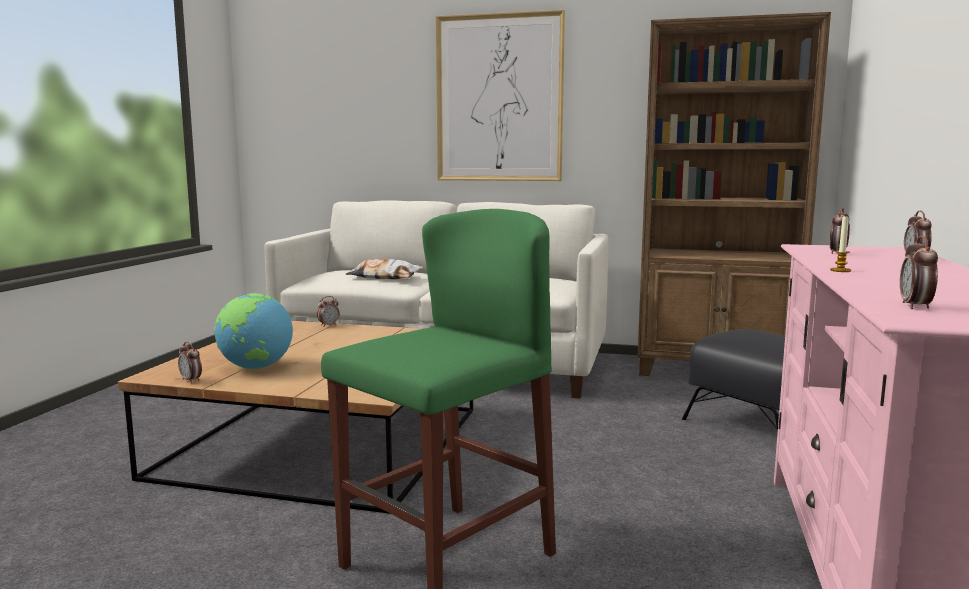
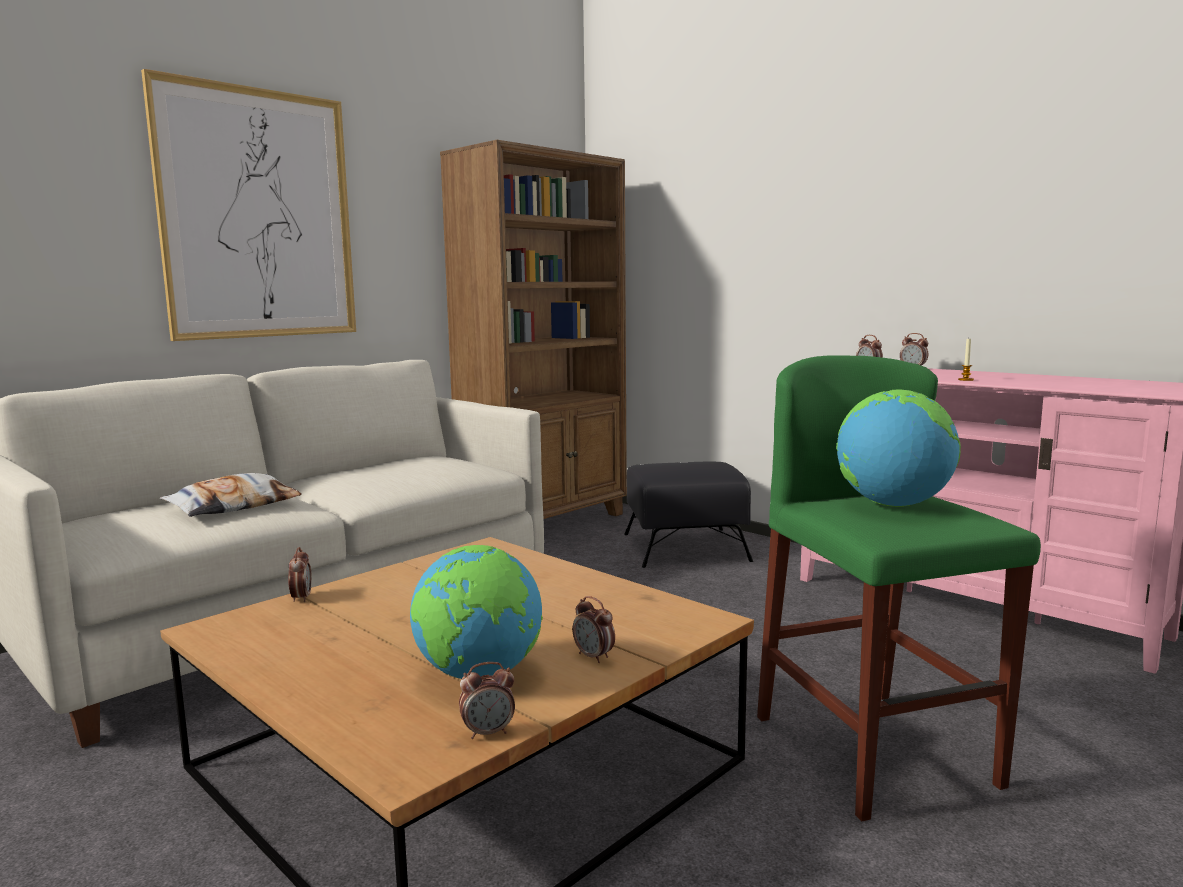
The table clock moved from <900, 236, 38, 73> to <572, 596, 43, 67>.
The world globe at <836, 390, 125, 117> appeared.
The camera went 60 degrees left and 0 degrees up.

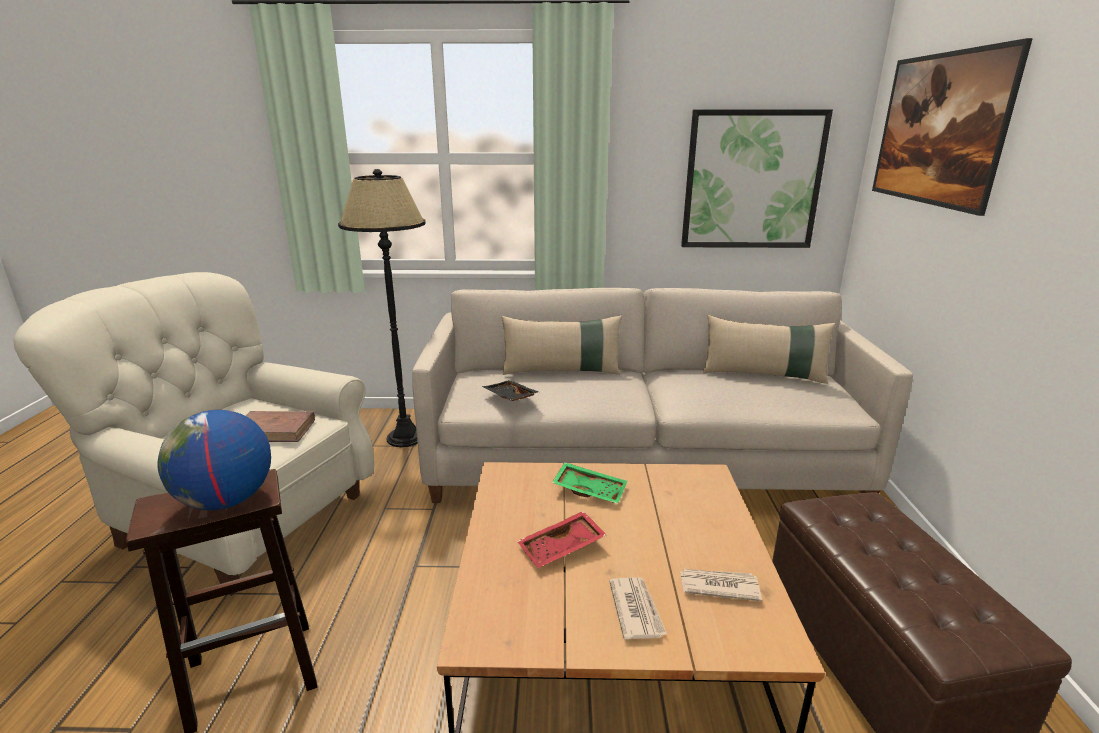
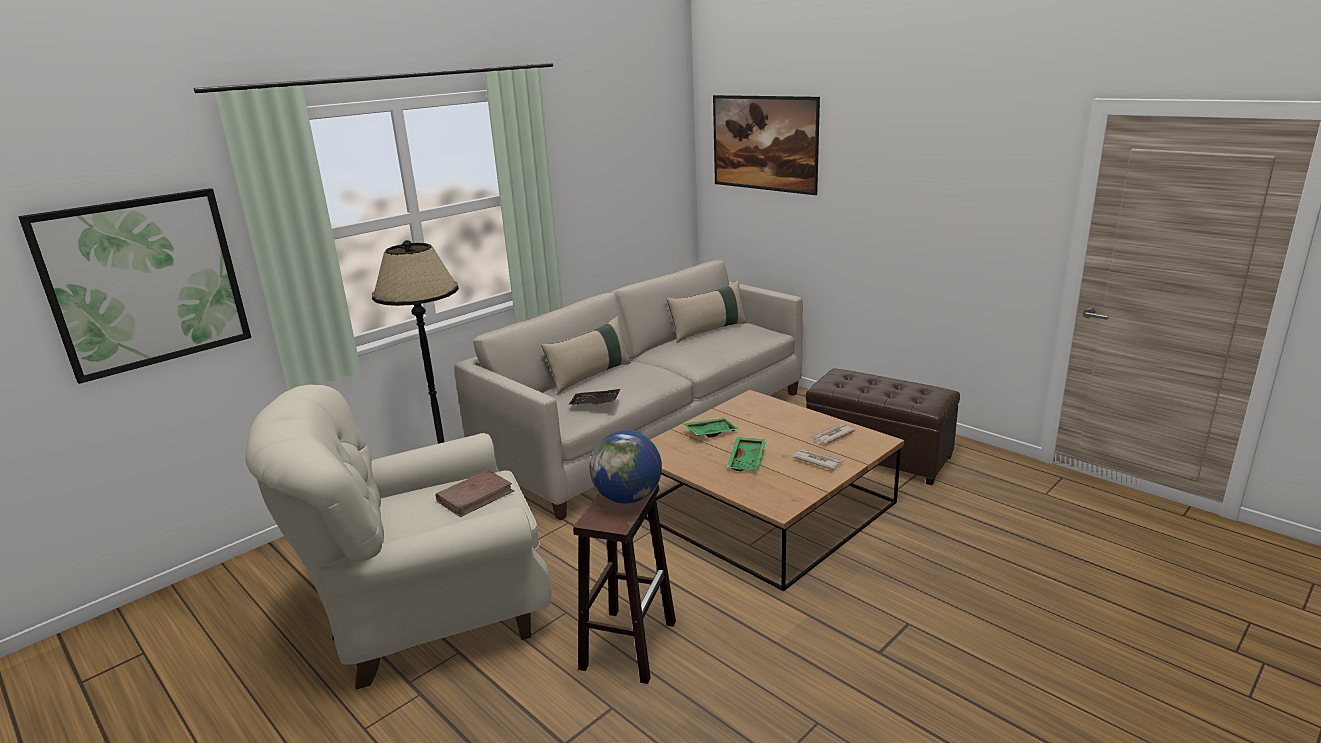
The picture moved from <681, 109, 152, 139> to <18, 188, 233, 196>.
The tray (reddish) at <517, 511, 90, 57> became the tray (green) at <727, 438, 39, 33>.
The camera went 45 degrees left and 0 degrees up.

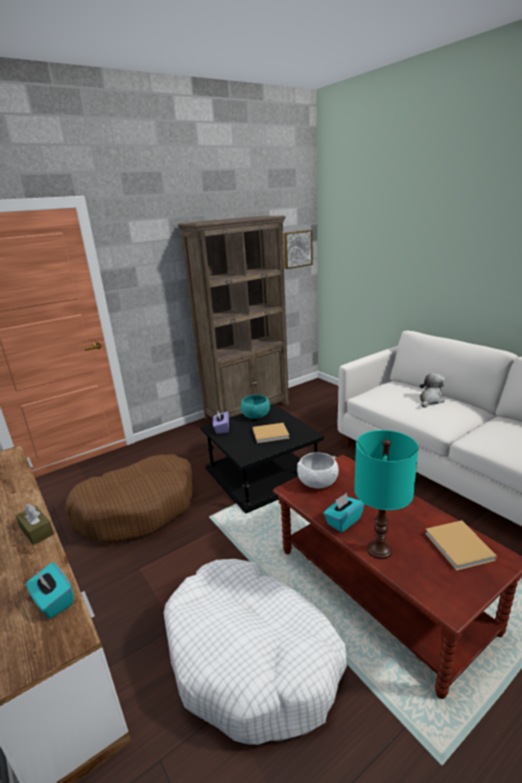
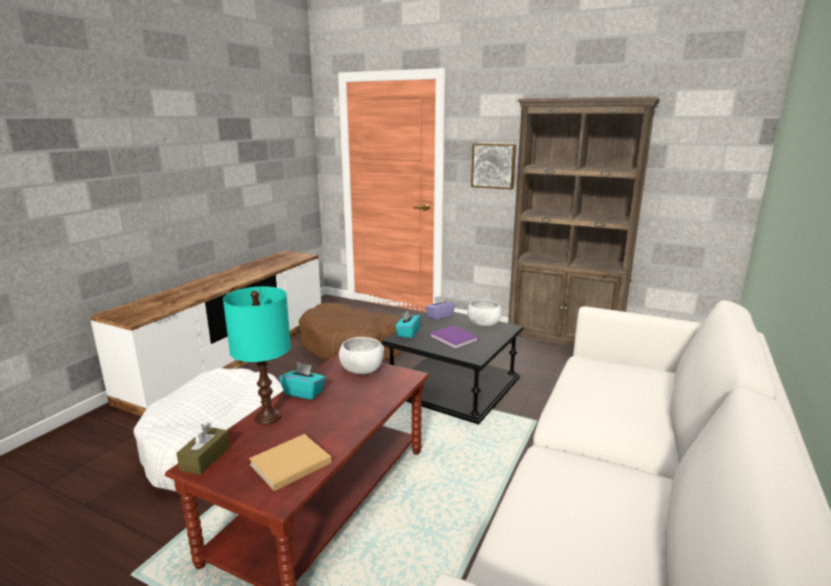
The tissue box (brown-coloured) moved from <15, 504, 39, 41> to <176, 422, 54, 53>.
The tissue box (turquoise-coloured) moved from <26, 562, 47, 57> to <395, 310, 26, 28>.
The book (sand-coloured) at <253, 423, 37, 20> became the book (purple) at <430, 325, 49, 24>.
The bowl (turquoise-coloured) at <241, 395, 29, 24> became the bowl (whitish) at <467, 299, 35, 28>.
The picture moved from <283, 230, 30, 39> to <471, 143, 45, 46>.
The plush toy at <420, 373, 25, 35> disappeared.
The camera went 60 degrees right and 5 degrees down.

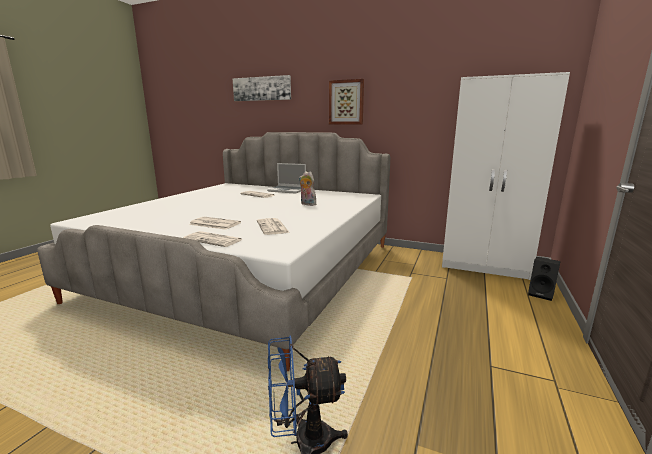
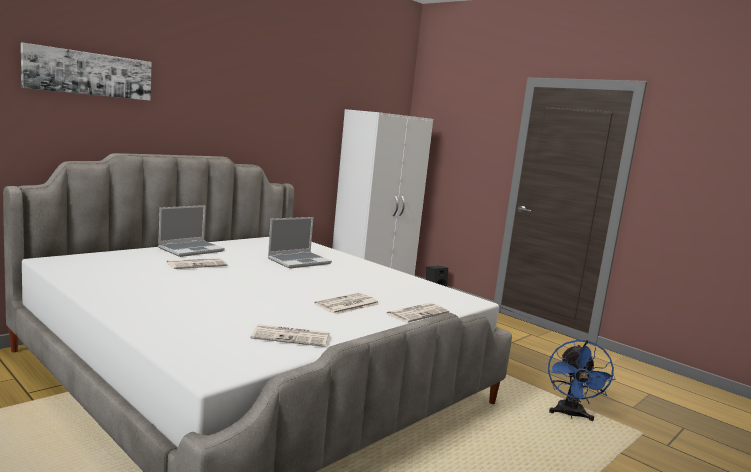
The newspaper moved from <257, 218, 33, 17> to <251, 324, 79, 23>.
The plush toy at <299, 171, 17, 35> was replaced by the laptop at <268, 217, 64, 52>.
The picture at <329, 79, 35, 45> disappeared.
The camera went 70 degrees left and 5 degrees down.

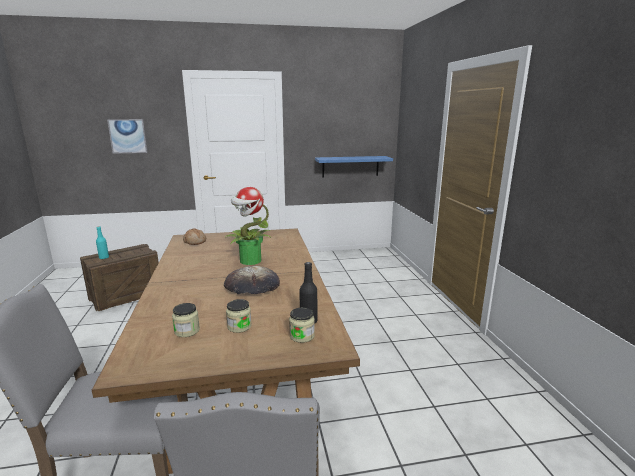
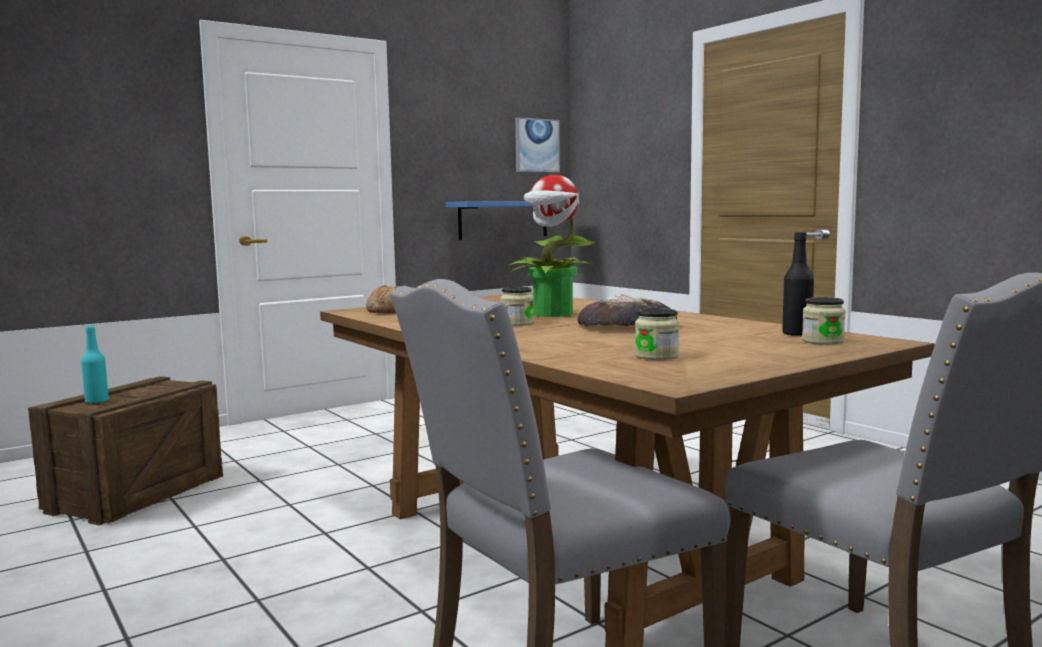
The jar moved from <226, 299, 26, 34> to <500, 287, 34, 39>.
The picture moved from <107, 119, 41, 35> to <515, 117, 45, 56>.
The camera went 25 degrees left and 10 degrees down.

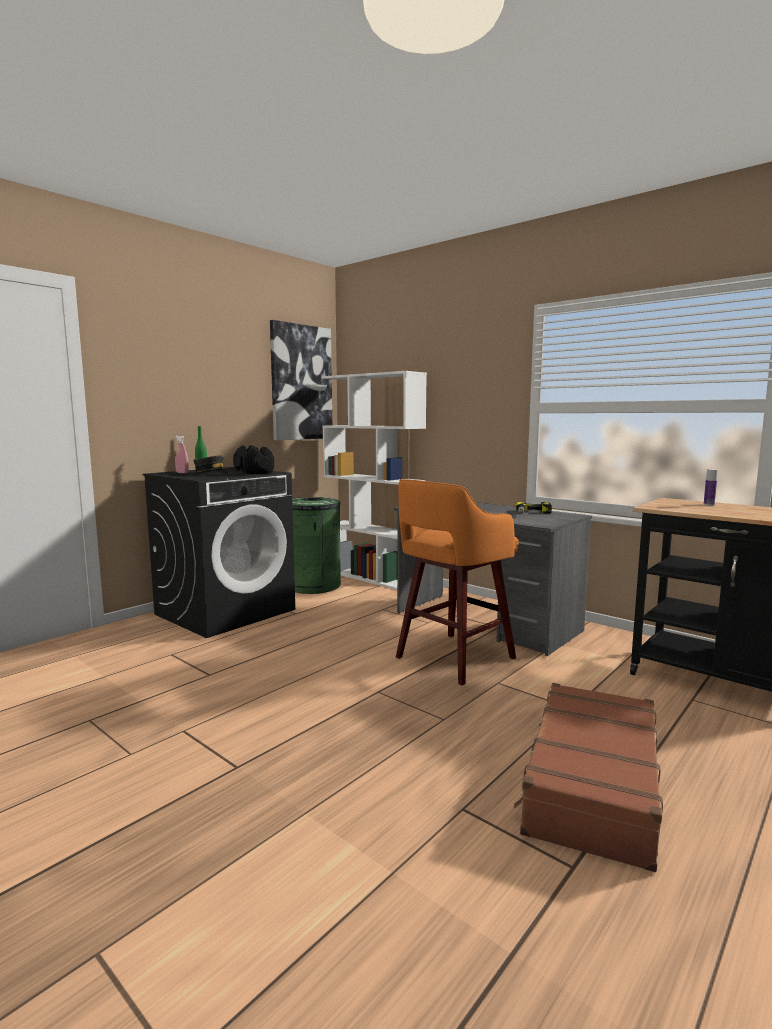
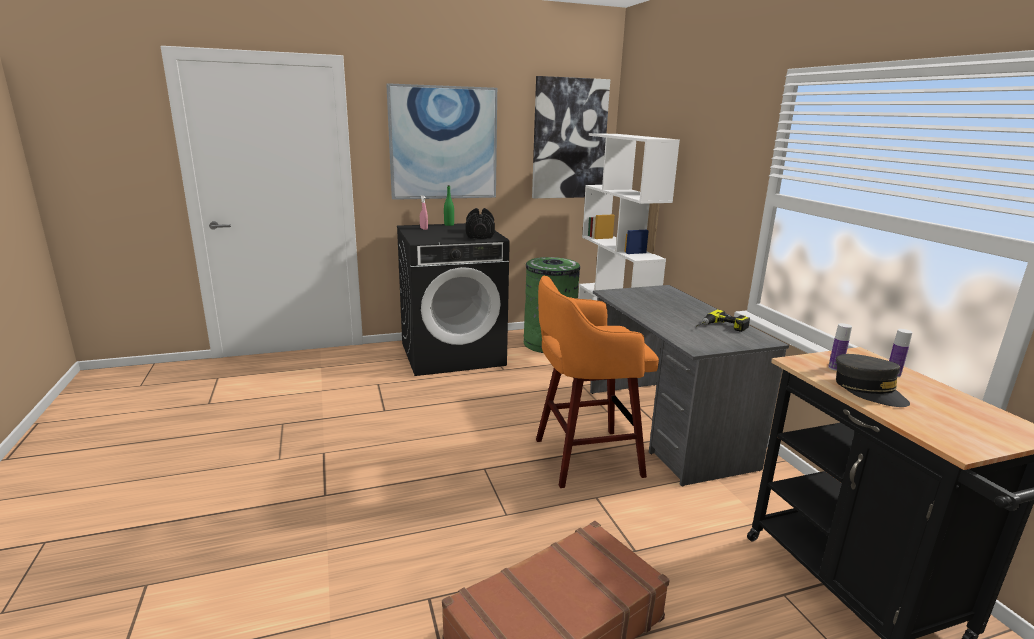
The picture at <386, 83, 111, 117> appeared.
The beverage bottle at <828, 323, 24, 48> appeared.
The peaked cap (greyish) moved from <193, 456, 37, 19> to <836, 354, 74, 53>.
The camera went 30 degrees right and 10 degrees up.

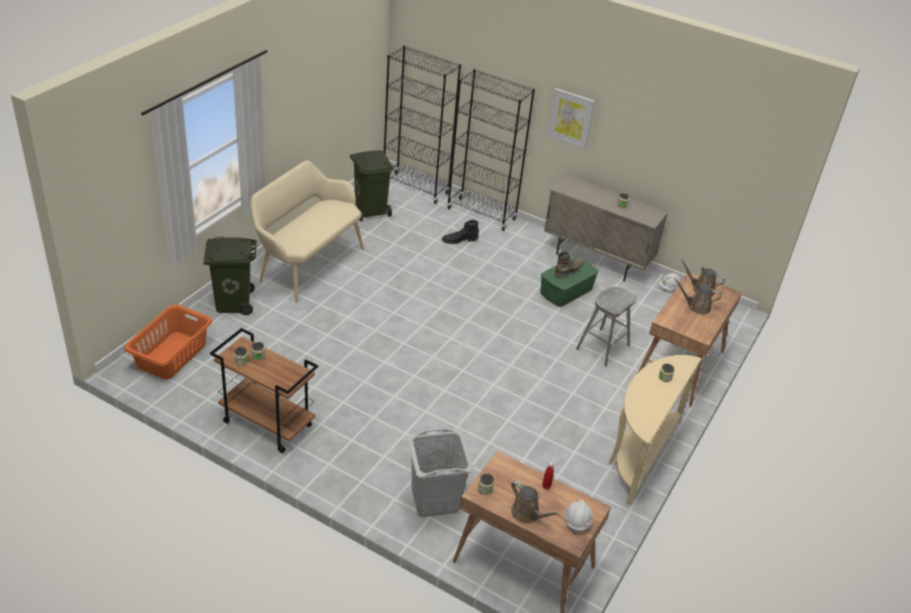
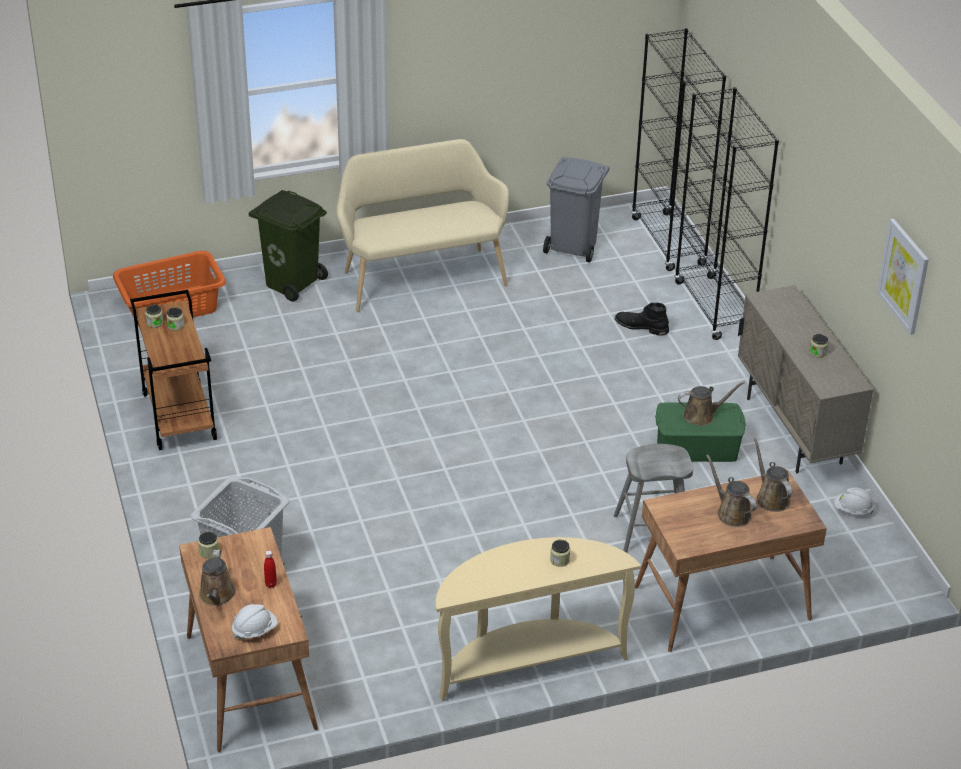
The waste bin (green) at <350, 150, 43, 71> became the waste bin (greyish) at <543, 157, 67, 106>.
The tall boot (green) at <554, 251, 29, 27> was replaced by the sprinkling can (brown-coloured) at <678, 382, 67, 44>.
The picture moved from <547, 88, 48, 61> to <877, 219, 52, 116>.
The camera went 45 degrees right and 0 degrees up.

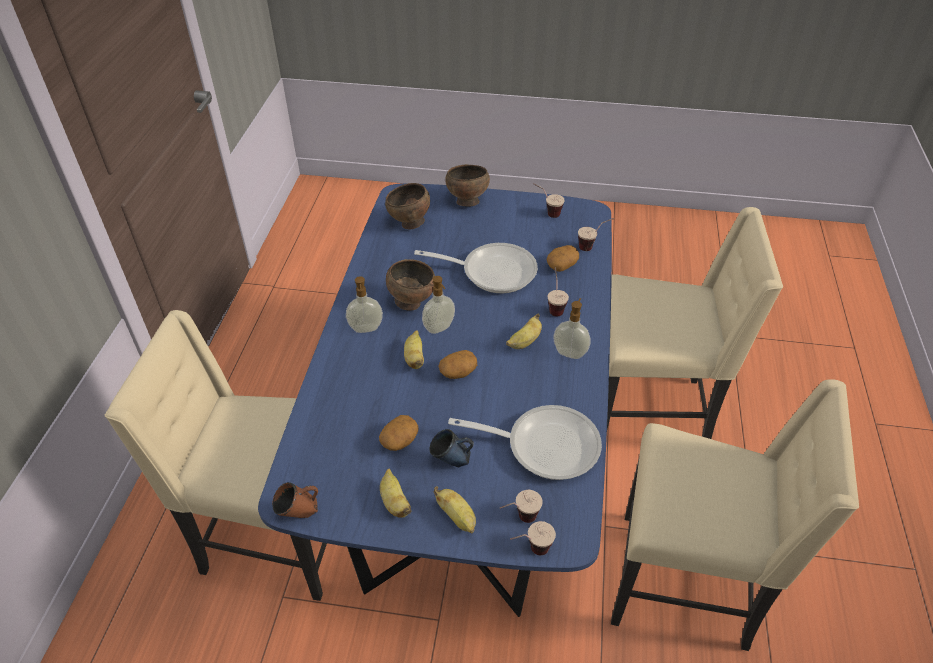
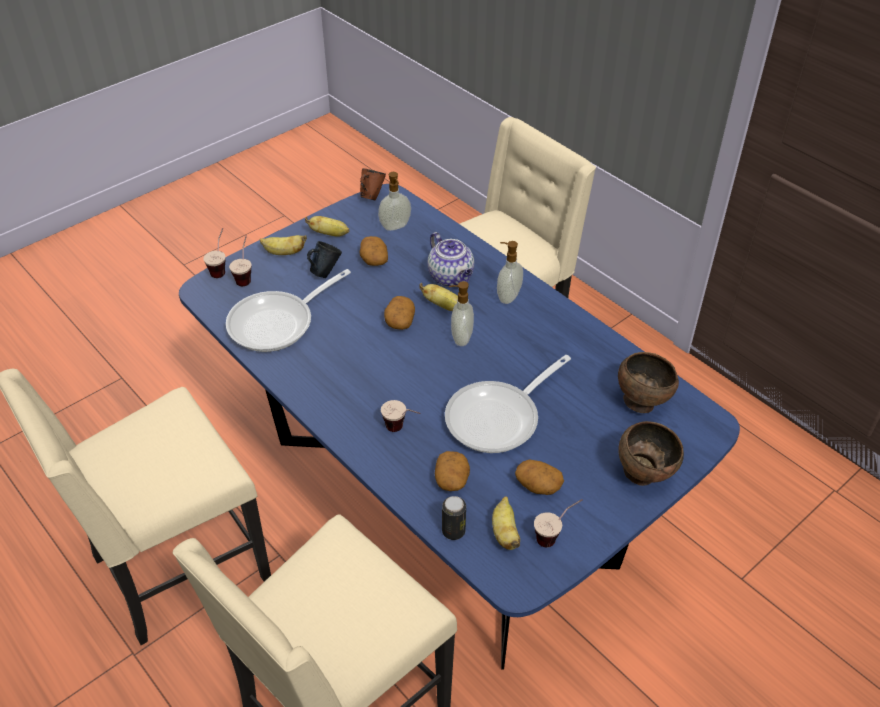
The soap bottle moved from <553, 298, 37, 61> to <378, 172, 33, 59>.
The tea pot at <427, 232, 47, 55> appeared.
The small cup at <578, 218, 36, 33> was replaced by the sealed can at <442, 496, 24, 44>.
The banana fruit moved from <506, 313, 36, 36> to <492, 496, 28, 54>.
The potato at <515, 460, 49, 35> appeared.
The bowl (brown-coloured) at <386, 259, 49, 52> disappeared.
The camera went 130 degrees right and 0 degrees up.

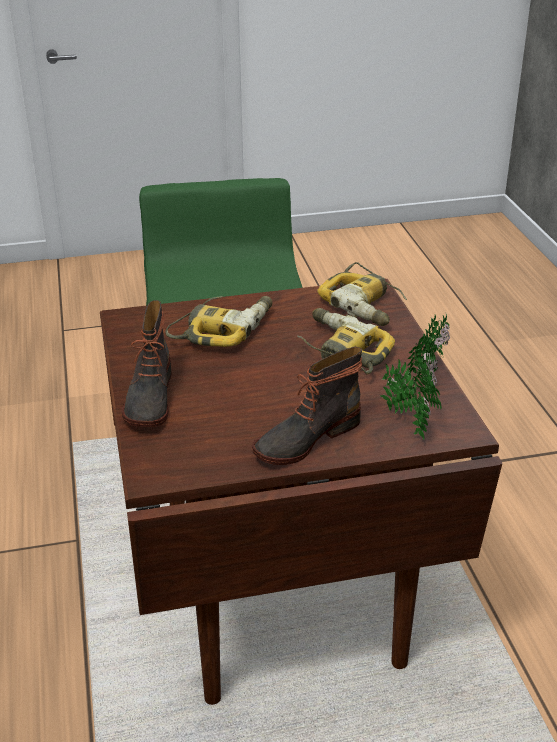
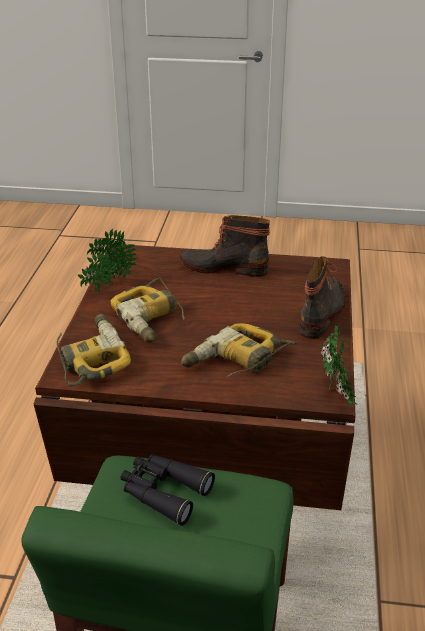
The field glasses (blackish) at <121, 454, 94, 72> appeared.
The tall boot at <252, 347, 111, 118> turned 150 degrees counterclockwise.
The plant in a pot moved from <380, 353, 61, 87> to <321, 324, 37, 82>.
The camera went 160 degrees left and 0 degrees up.

